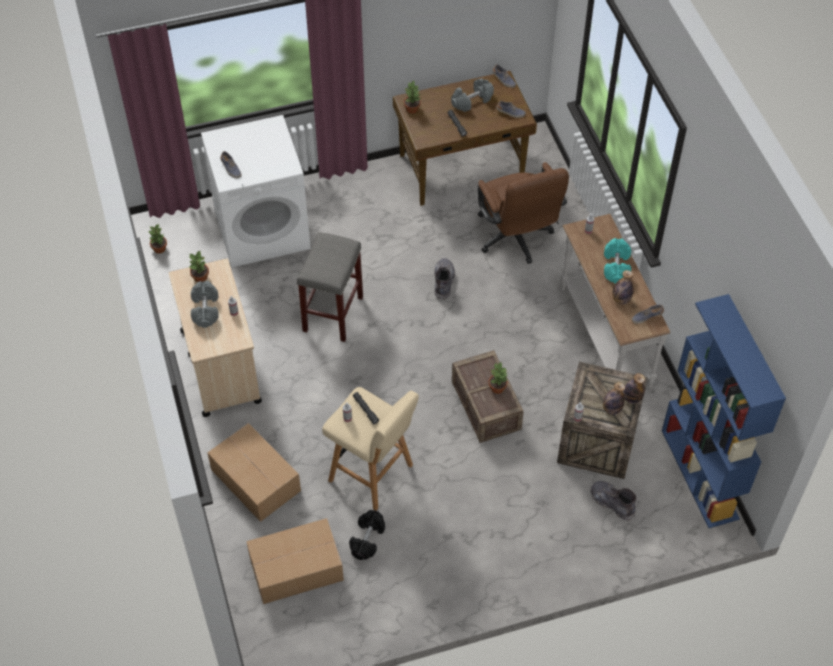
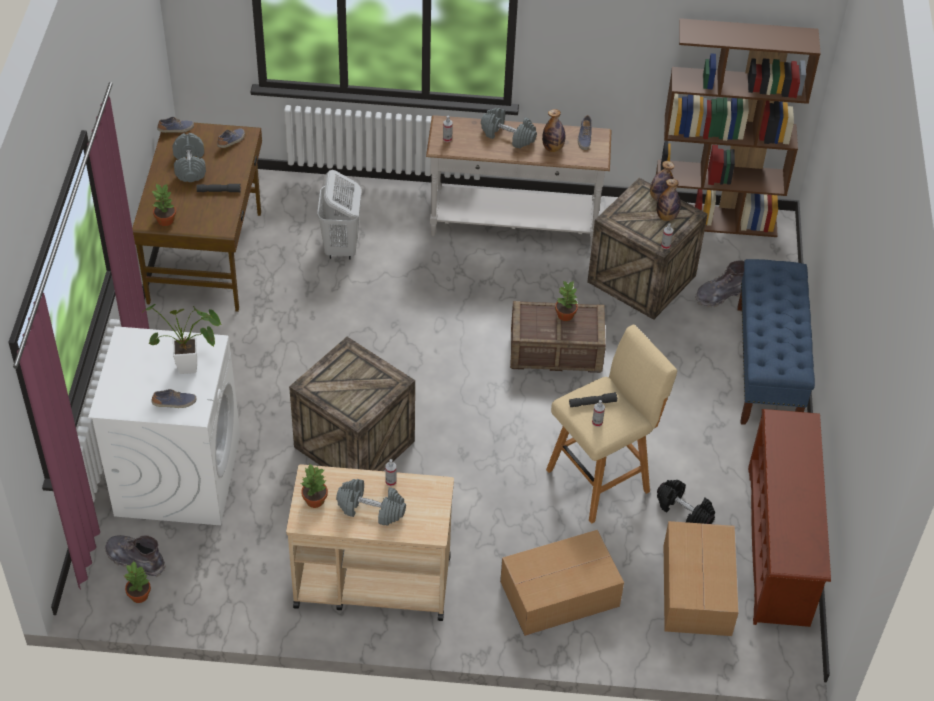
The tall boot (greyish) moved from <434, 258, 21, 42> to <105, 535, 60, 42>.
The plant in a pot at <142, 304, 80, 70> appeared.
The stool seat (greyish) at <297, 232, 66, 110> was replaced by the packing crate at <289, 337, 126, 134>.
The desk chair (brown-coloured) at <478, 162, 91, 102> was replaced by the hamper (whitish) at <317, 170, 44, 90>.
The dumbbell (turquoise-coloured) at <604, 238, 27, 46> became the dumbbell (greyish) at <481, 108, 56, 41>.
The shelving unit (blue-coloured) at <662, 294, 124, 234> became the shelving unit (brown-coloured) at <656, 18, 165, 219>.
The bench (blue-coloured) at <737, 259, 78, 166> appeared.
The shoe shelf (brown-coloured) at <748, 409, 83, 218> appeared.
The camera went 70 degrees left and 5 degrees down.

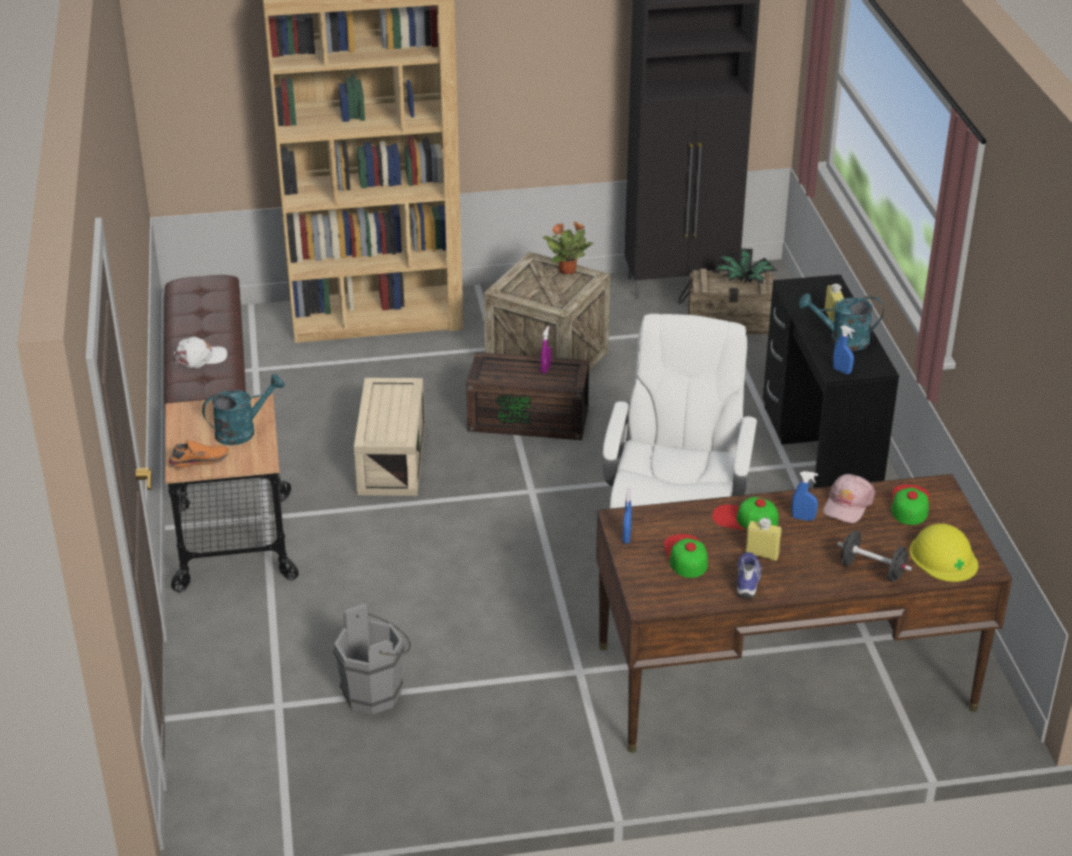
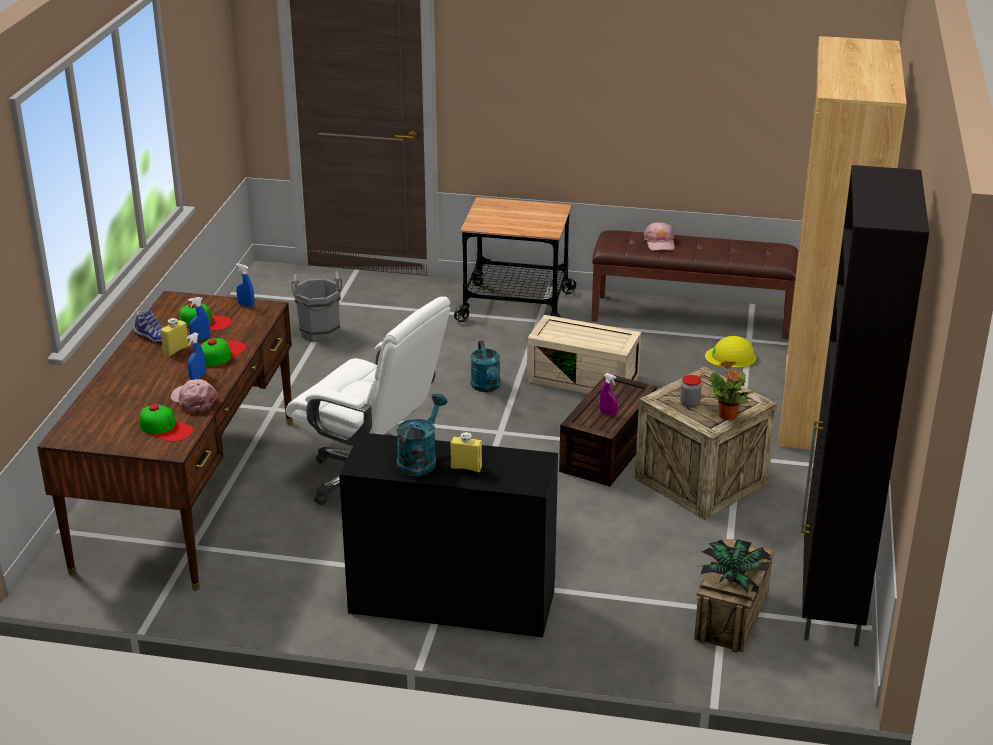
The hand sprayer (blue-coloured) moved from <833, 325, 22, 49> to <188, 297, 22, 44>.
The sprinkling can (turquoise-coloured) moved from <202, 374, 83, 71> to <471, 340, 30, 52>.
The peaked cap (whitish) at <173, 337, 54, 32> became the peaked cap (pink) at <643, 222, 32, 29>.
The jar at <680, 375, 21, 33> appeared.
The hard hat (yellowish) moved from <909, 523, 69, 59> to <705, 336, 51, 32>.
The low shoe (orange) at <168, 440, 61, 29> disappeared.
The dumbbell (blackish) at <837, 530, 75, 52> disappeared.
The camera went 110 degrees right and 5 degrees down.

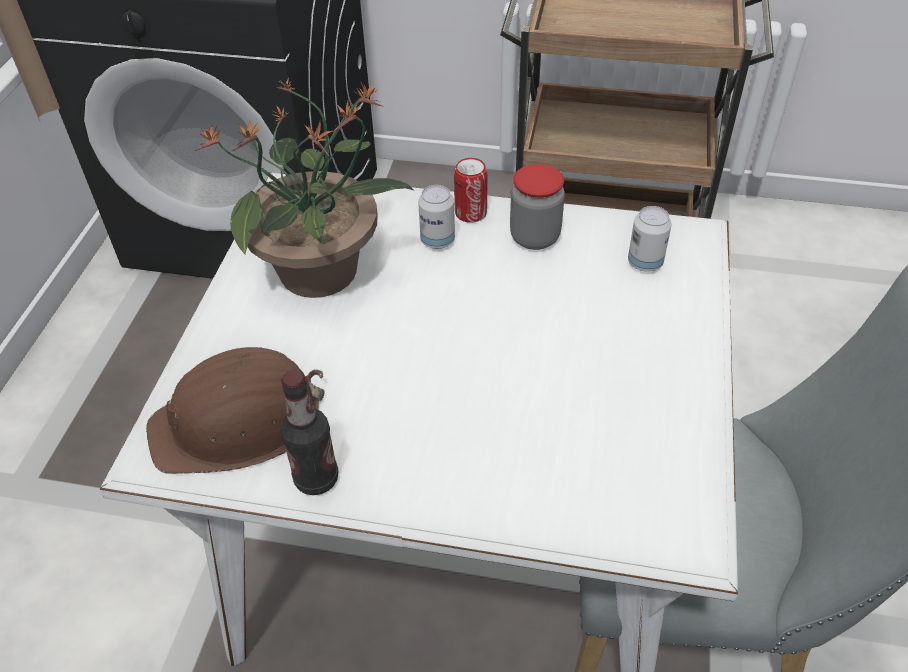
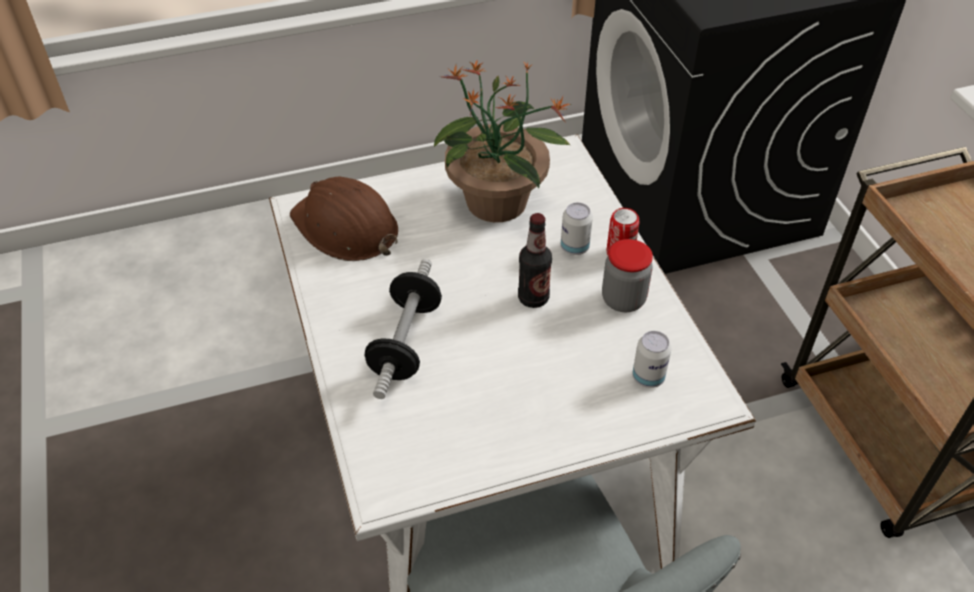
The dumbbell at <364, 259, 78, 140> appeared.
The beverage bottle moved from <280, 370, 58, 125> to <518, 213, 34, 95>.
The camera went 60 degrees right and 0 degrees up.

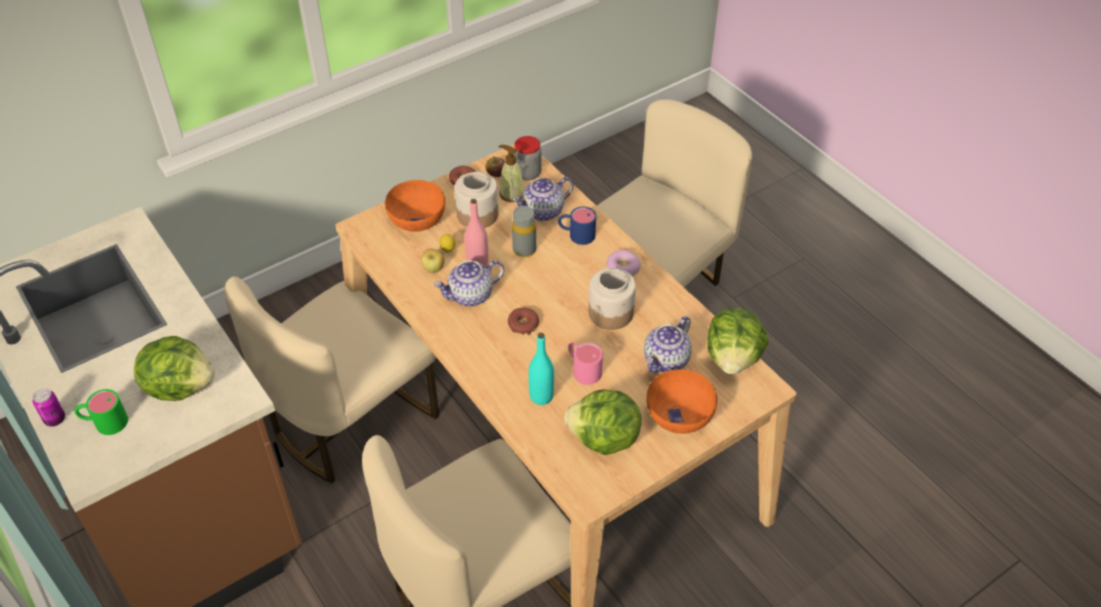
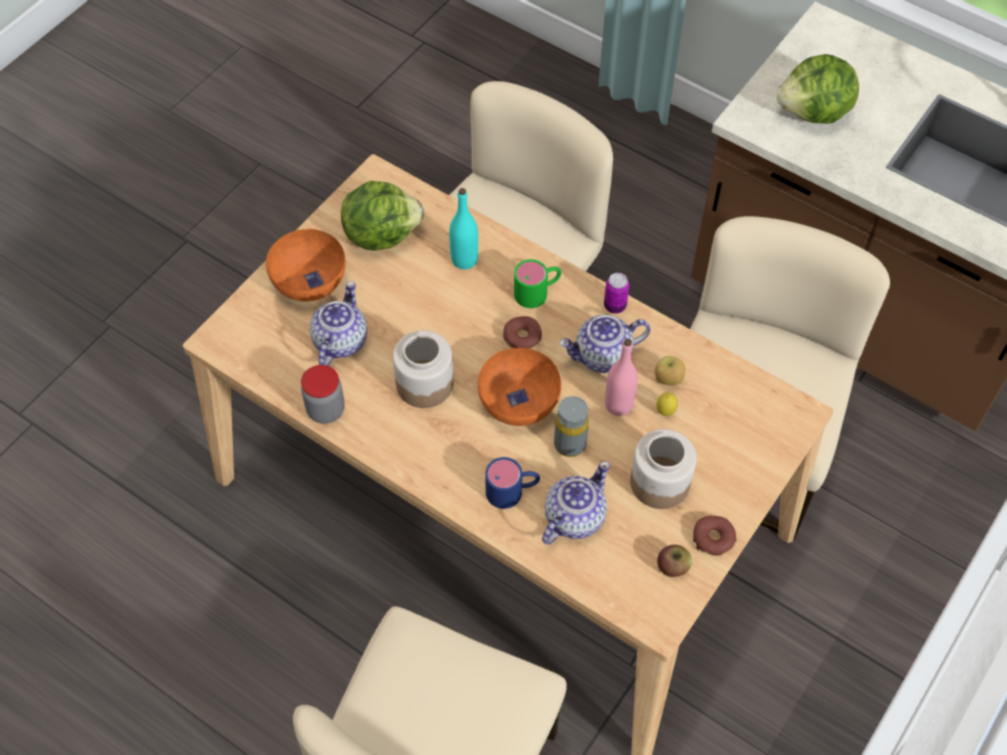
The jar moved from <514, 136, 28, 44> to <301, 365, 44, 59>.
The bowl (orange) moved from <385, 180, 60, 52> to <478, 348, 83, 78>.
The tea mug (green) moved from <74, 389, 54, 46> to <514, 259, 47, 49>.
The tea pot at <434, 260, 70, 46> turned 150 degrees counterclockwise.
The sealed can moved from <33, 388, 32, 39> to <604, 273, 25, 41>.
The soap bottle at <498, 145, 26, 57> disappeared.
The tea mug (pink) at <569, 342, 34, 43> disappeared.
The donut at <606, 250, 35, 26> disappeared.
The lettuce at <707, 308, 61, 66> disappeared.
The camera went 160 degrees right and 10 degrees up.

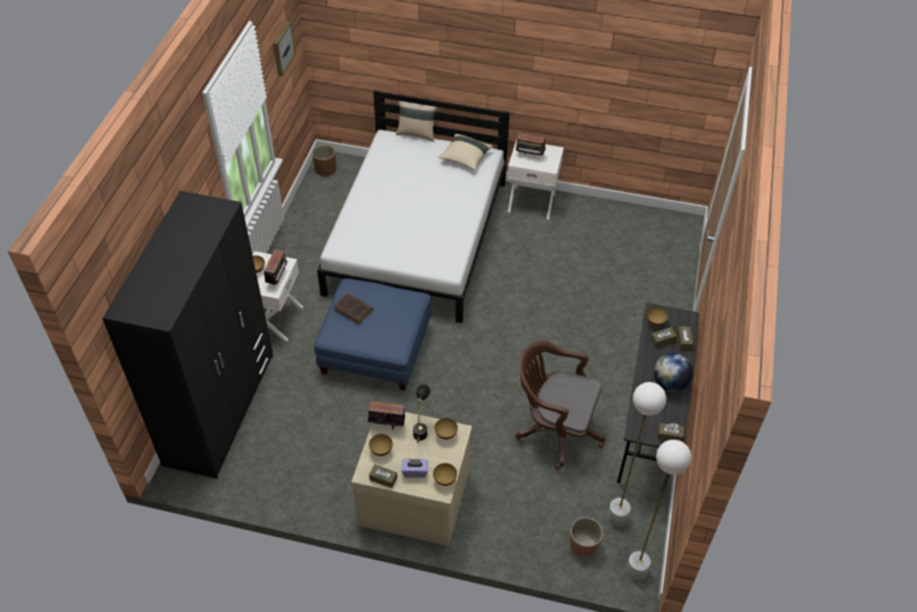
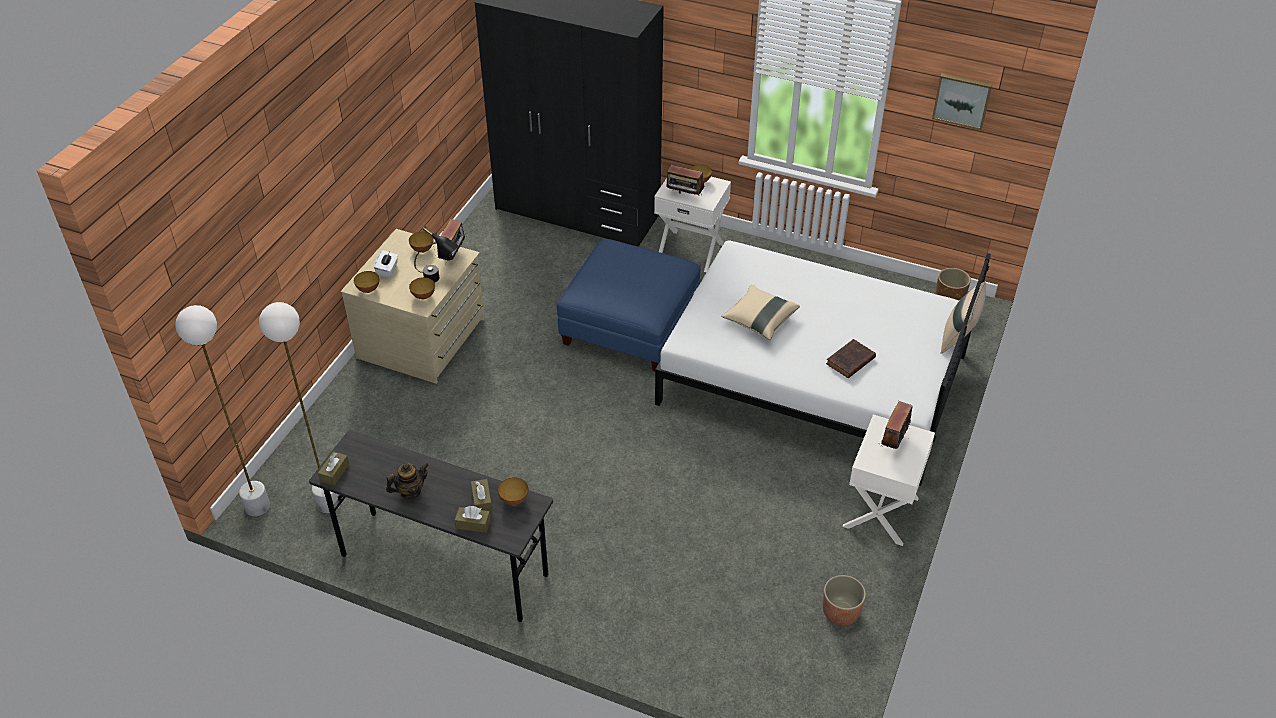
The tissue box (purple) at <401, 459, 27, 19> became the tissue box (whitish) at <374, 250, 24, 27>.
The world globe at <654, 353, 39, 39> was replaced by the tea pot at <386, 463, 43, 36>.
The pillow (sand-coloured) moved from <438, 134, 55, 36> to <721, 285, 79, 55>.
The plant pot moved from <569, 517, 34, 39> to <823, 575, 43, 51>.
The book (brown-coloured) moved from <334, 293, 39, 31> to <826, 339, 50, 39>.
The tissue box (brown-coloured) at <369, 464, 28, 24> disappeared.
The desk chair (brown-coloured) at <515, 341, 91, 129> disappeared.
The camera went 100 degrees right and 5 degrees down.

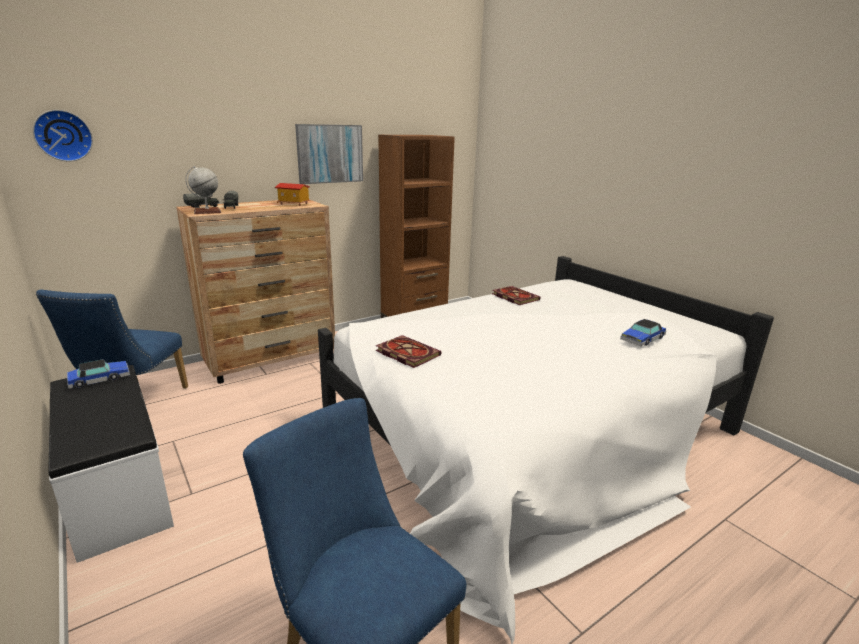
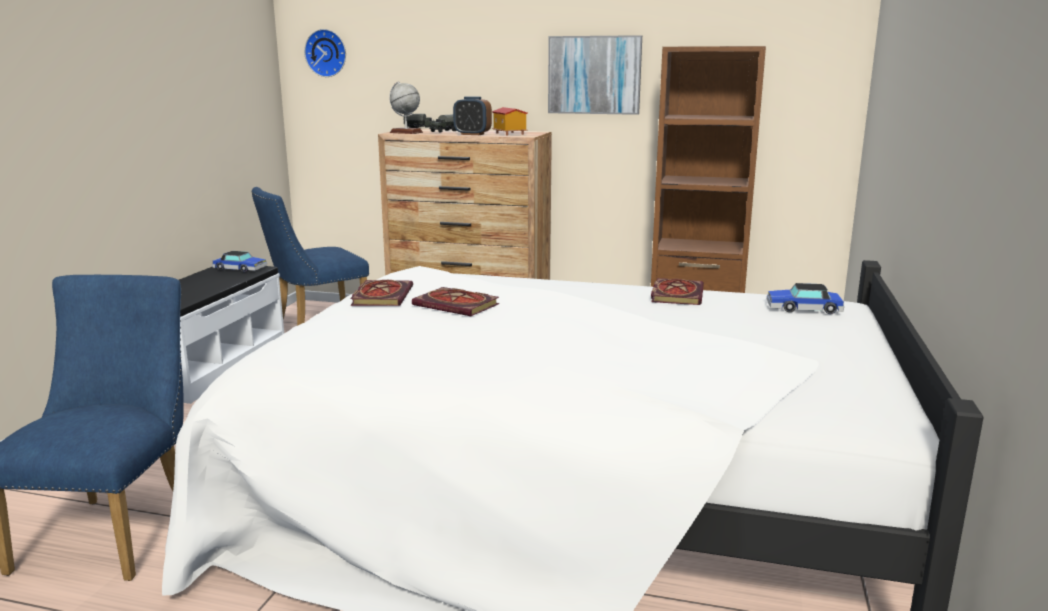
The book at <412, 287, 87, 29> appeared.
The table clock at <453, 96, 39, 39> appeared.
The model car moved from <620, 319, 46, 28> to <767, 283, 77, 31>.
The camera went 50 degrees right and 5 degrees down.

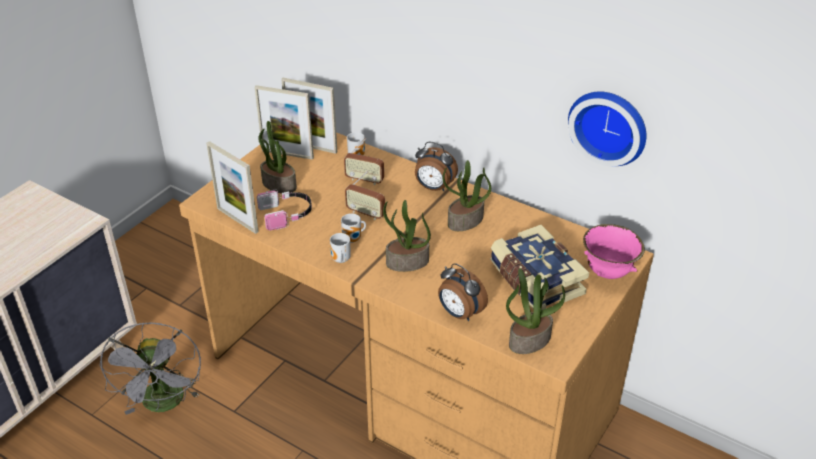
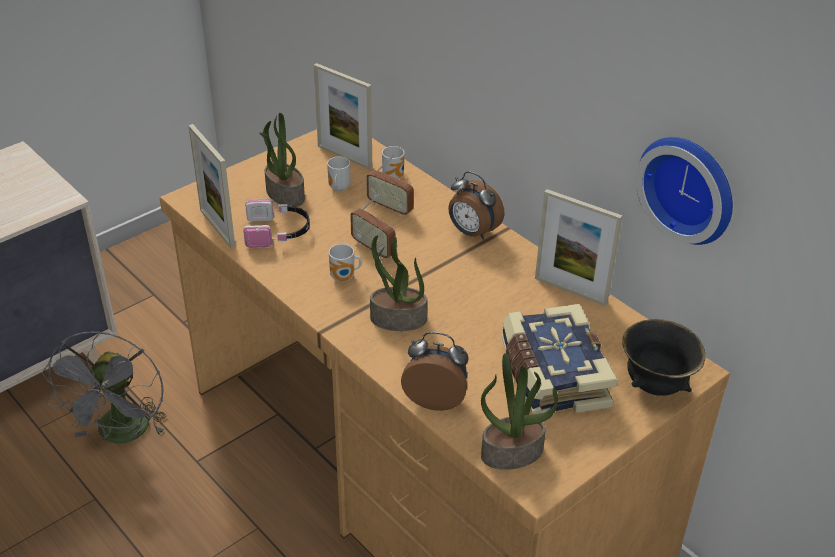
The tea mug moved from <330, 233, 21, 30> to <327, 156, 23, 35>.
The table clock at <438, 263, 50, 58> turned 135 degrees clockwise.
The picture frame moved from <255, 85, 59, 75> to <535, 189, 87, 117>.
The bowl (pink) at <583, 224, 62, 55> became the bowl (blackish) at <622, 319, 84, 77>.
The plant in a pot at <443, 160, 48, 71> disappeared.
The camera went 15 degrees right and 0 degrees up.

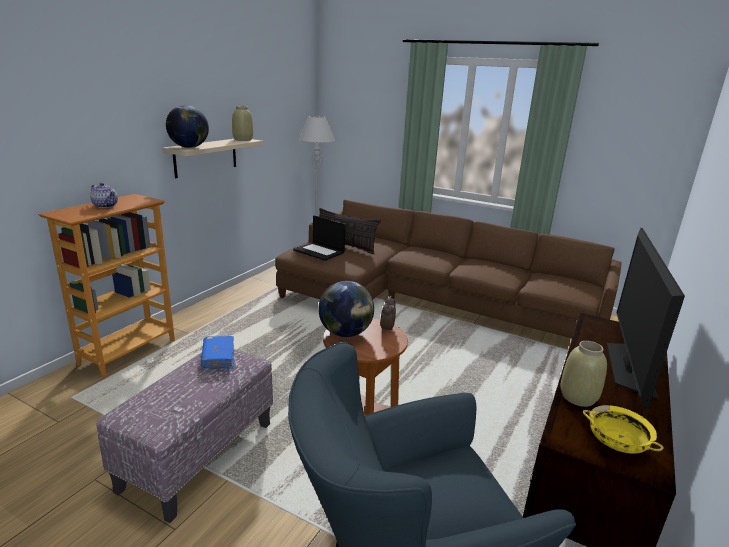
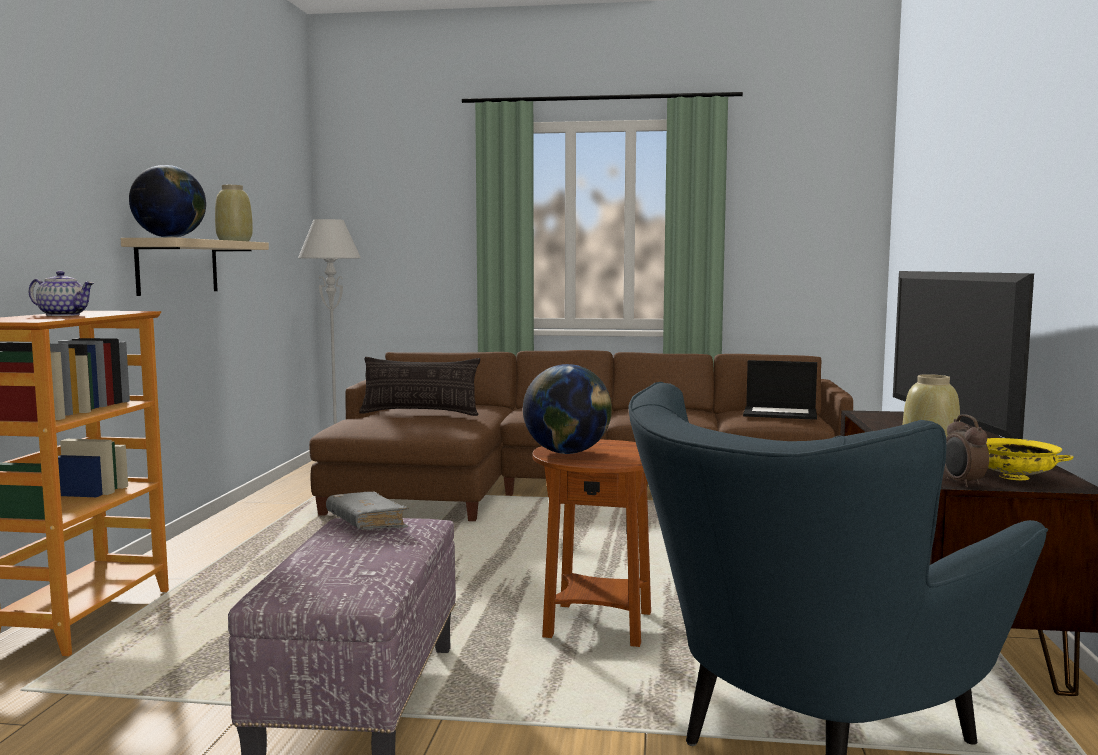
The book (blue-coloured) at <201, 336, 33, 33> became the book (greyish) at <326, 492, 82, 38>.
The laptop moved from <293, 215, 53, 46> to <743, 360, 74, 60>.
The table clock moved from <380, 296, 16, 37> to <945, 414, 44, 73>.
The camera went 20 degrees left and 15 degrees down.

